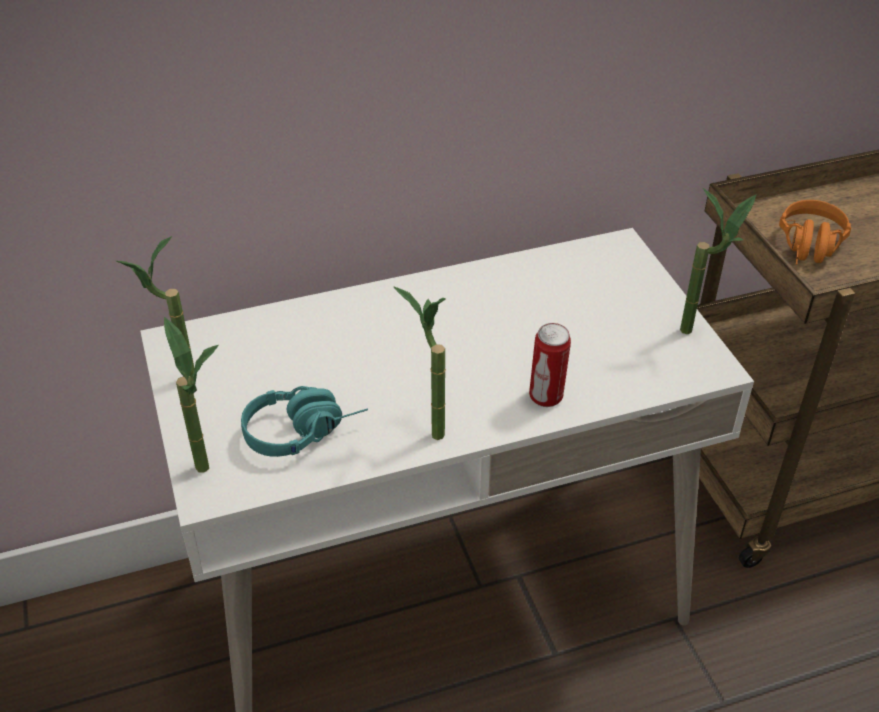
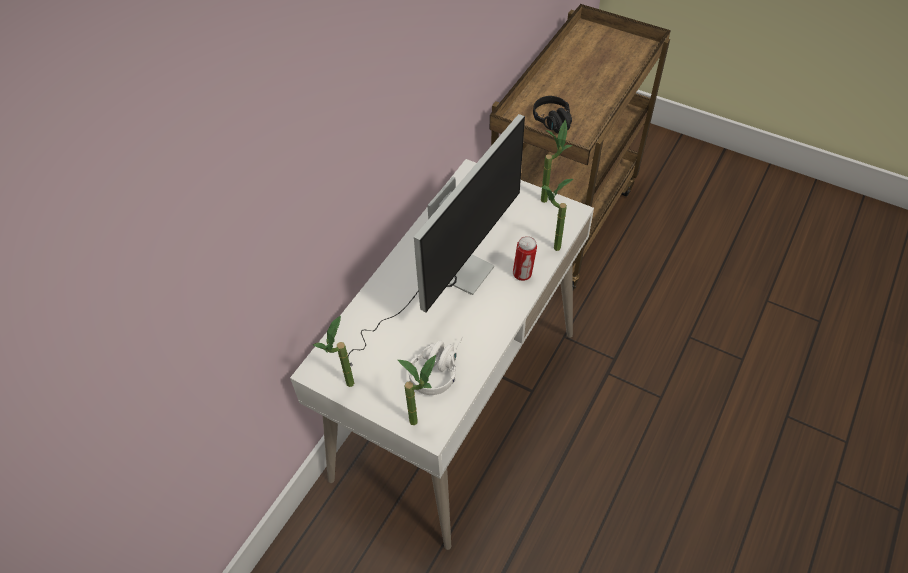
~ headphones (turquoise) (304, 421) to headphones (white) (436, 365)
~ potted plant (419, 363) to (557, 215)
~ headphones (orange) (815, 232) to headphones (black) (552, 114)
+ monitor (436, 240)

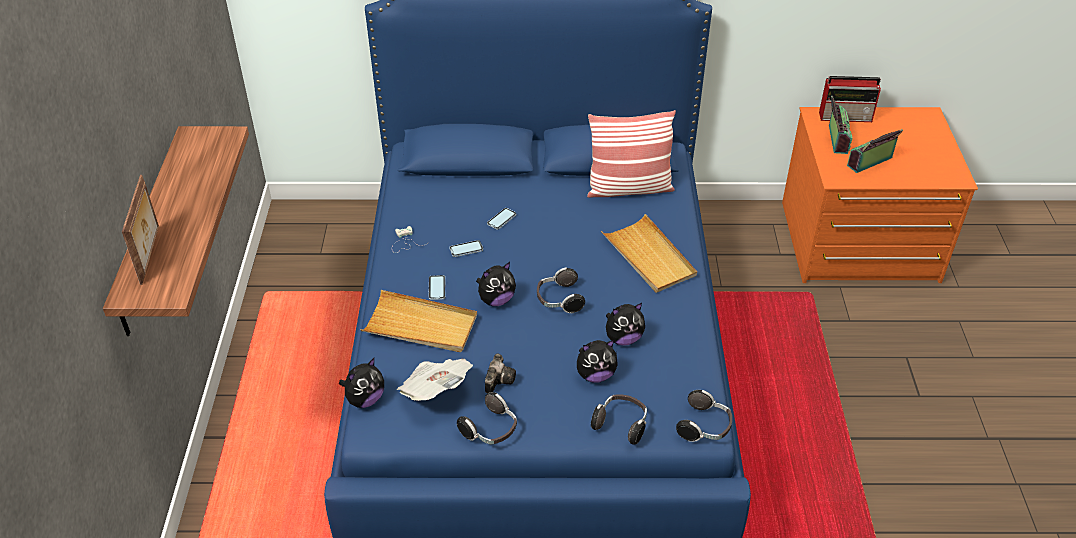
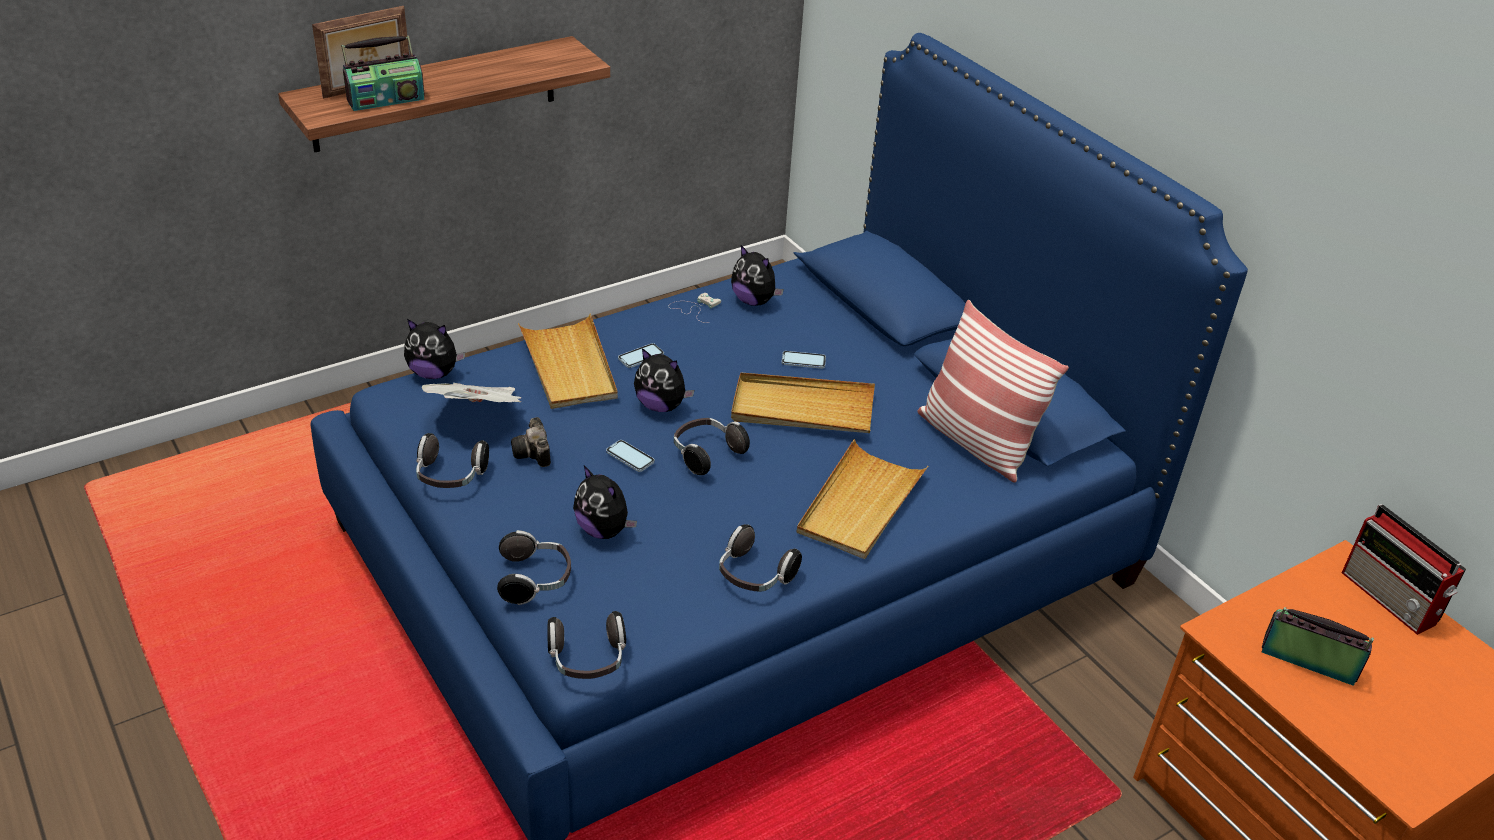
~ phone (466, 248) to (630, 456)
~ photo camera (500, 373) = (531, 442) 90 degrees clockwise
~ plush toy (625, 324) to (757, 275)
~ radio (840, 125) to (383, 73)
+ headphones (760, 558)
+ tray (beige) (803, 402)

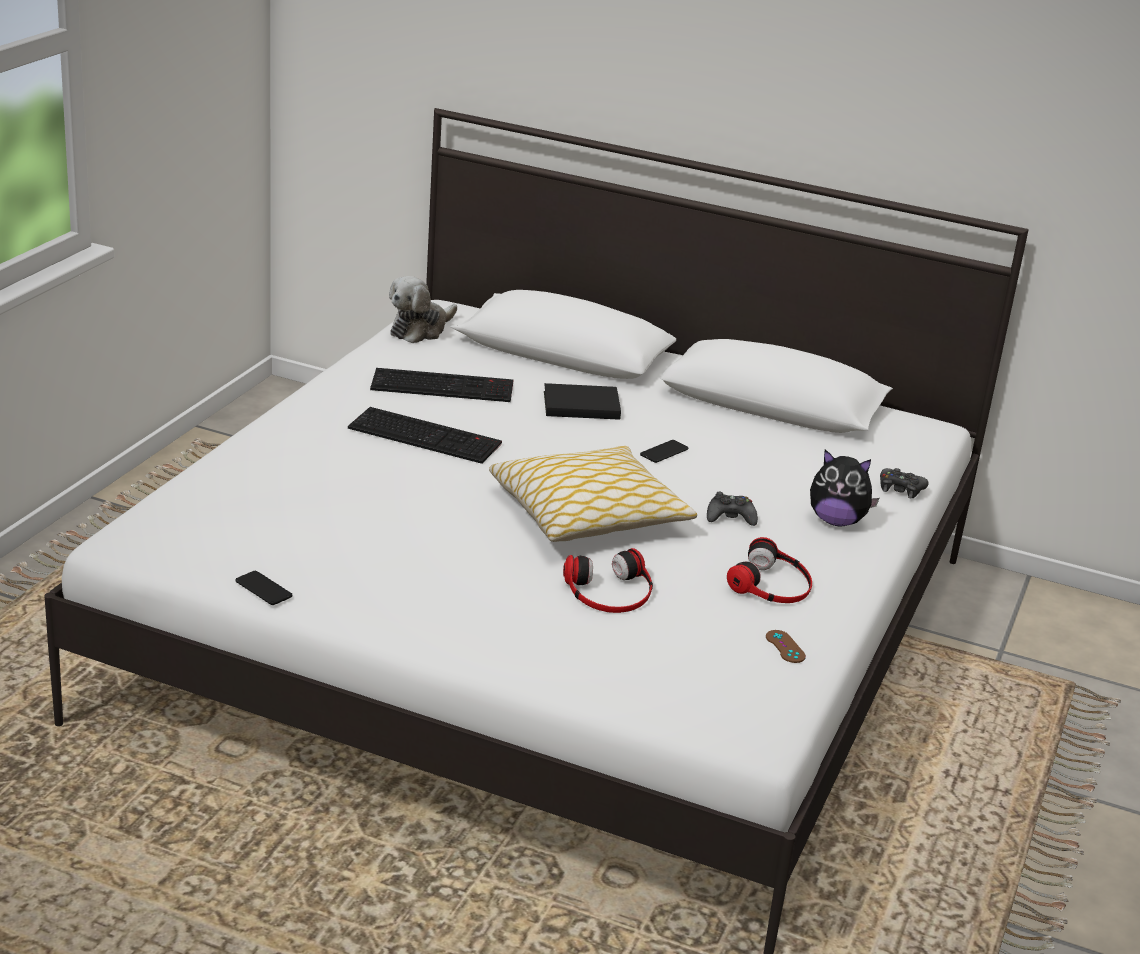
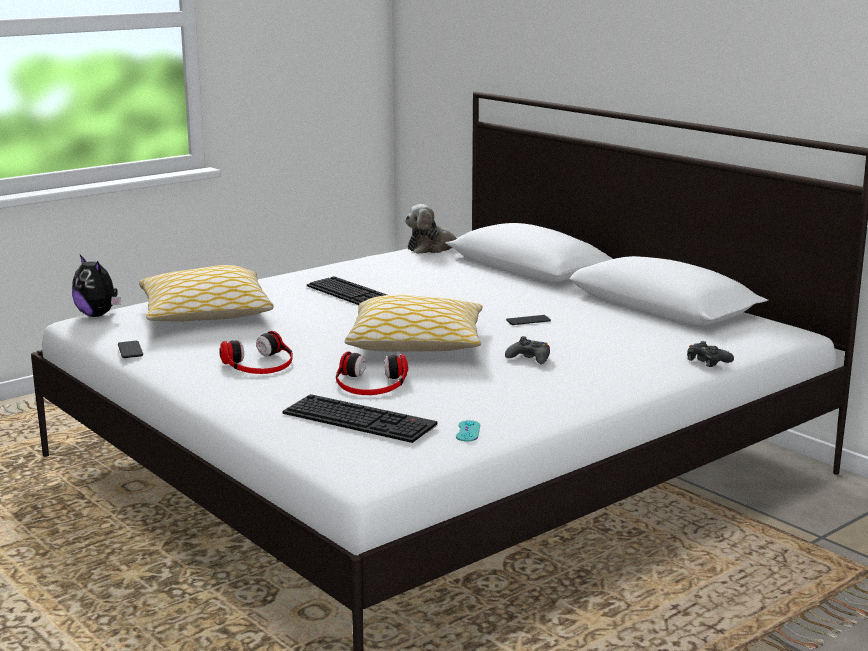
~ keyboard (441, 385) to (360, 418)
- book (black) (582, 401)
~ headphones (769, 570) to (256, 352)
~ game controller (brown) (786, 646) to game controller (turquoise) (468, 431)
~ plush toy (845, 487) to (96, 286)
+ pillow (206, 293)

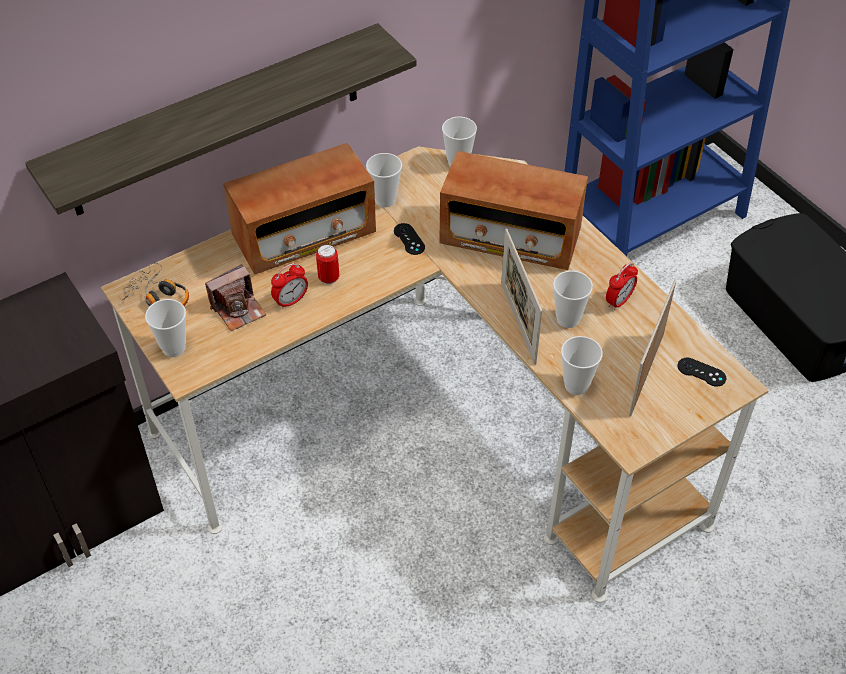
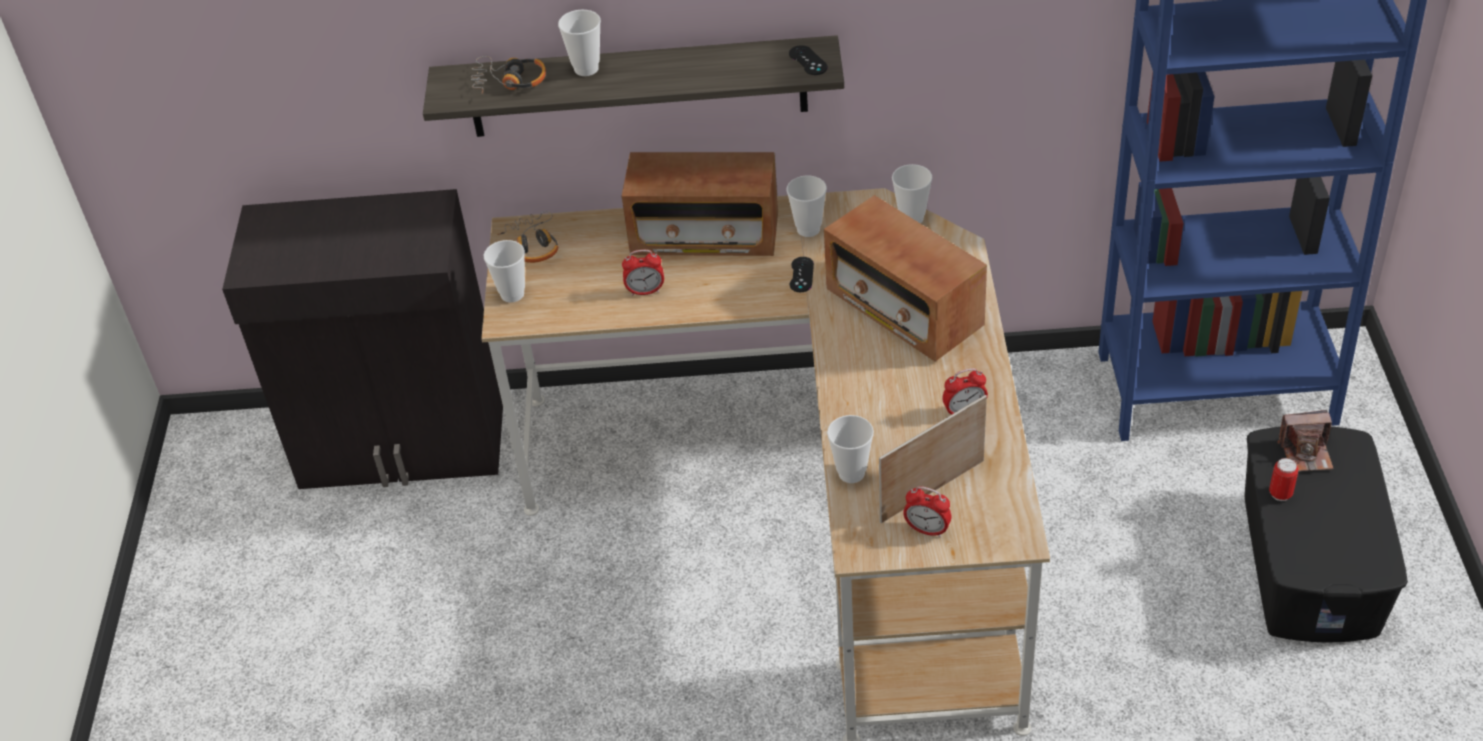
~ photo camera (235, 297) to (1306, 440)
~ can (327, 264) to (1284, 479)
- picture frame (521, 297)
~ cup (573, 299) to (579, 43)
~ game controller (black) (702, 372) to (808, 60)
+ headphones (508, 75)
+ alarm clock (927, 511)

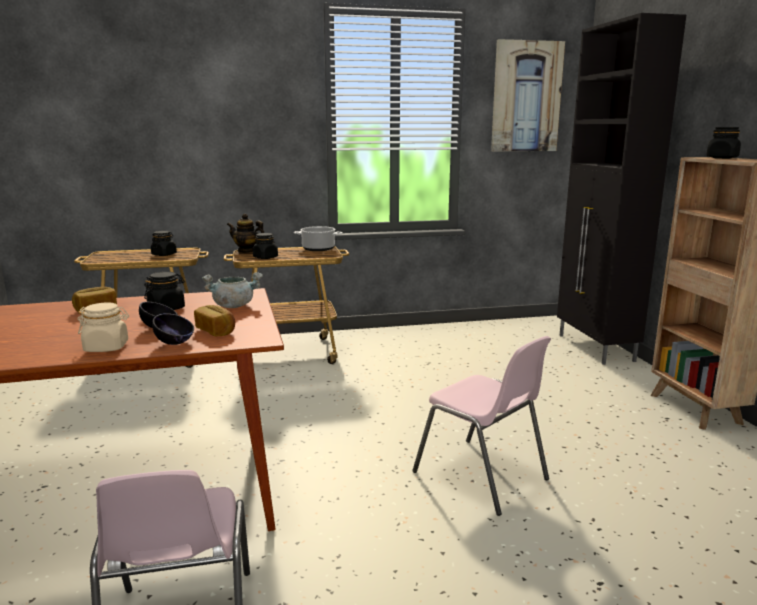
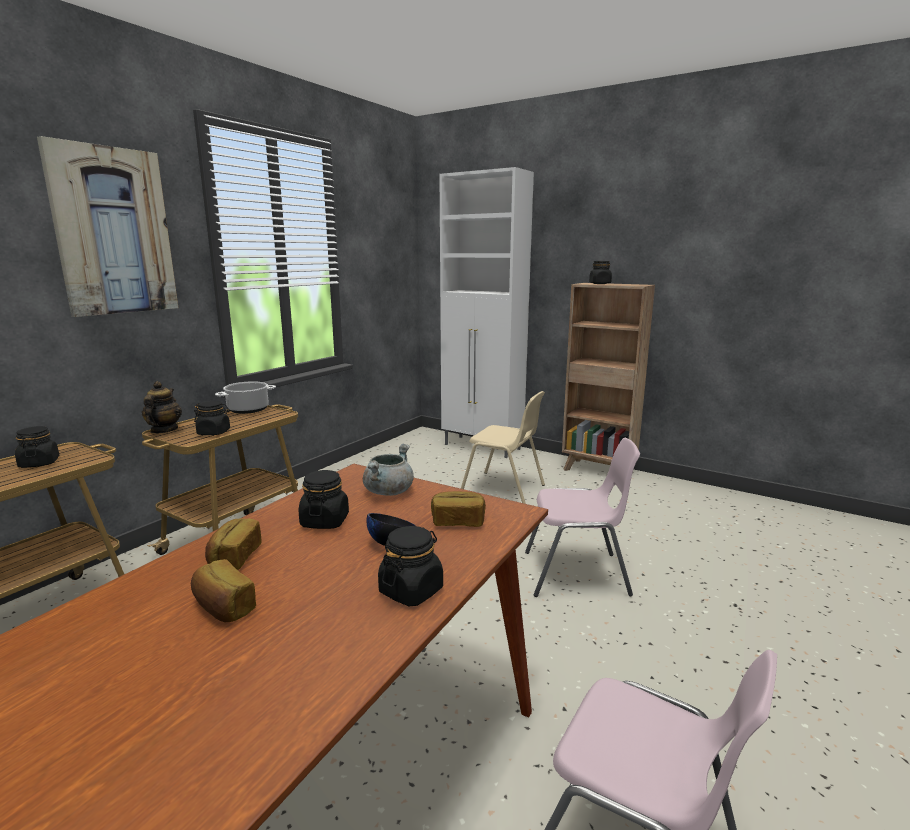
~ jar (beige) (103, 327) to jar (black) (410, 566)
- bowl (black) (173, 329)
~ teapot (245, 233) = (162, 407) 120 degrees clockwise
~ picture (528, 95) to (107, 226)
~ cabinet (black) (621, 189) to cabinet (white) (486, 312)
+ bread (223, 590)
+ chair (beige) (503, 447)

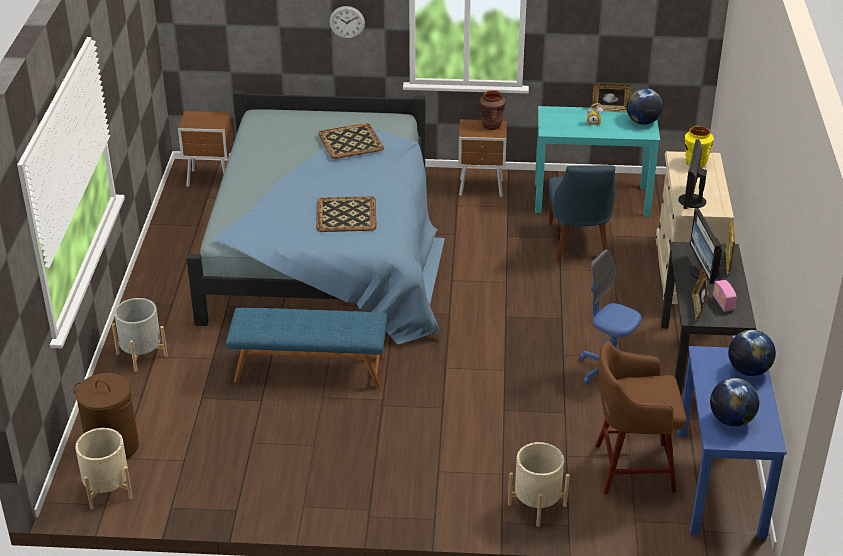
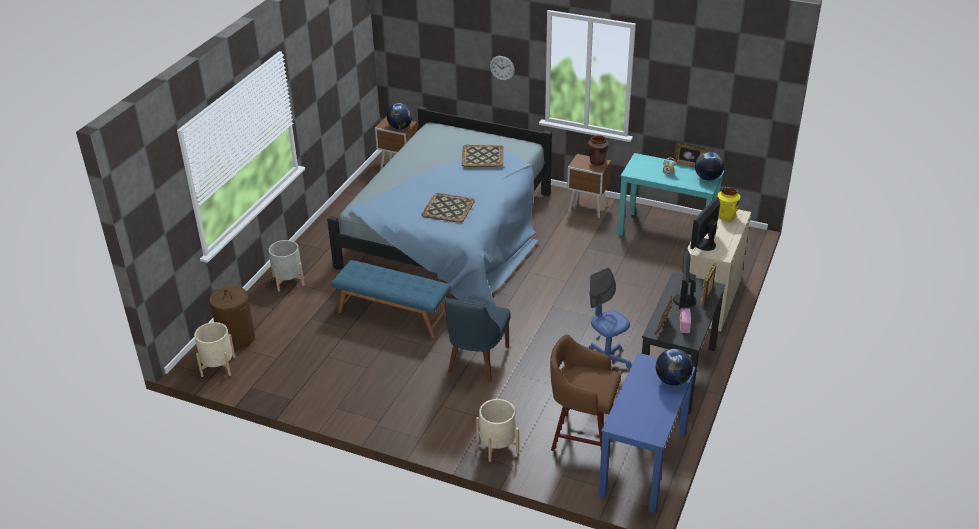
~ chair (blue) (582, 213) to (478, 340)
~ globe (734, 402) to (399, 116)

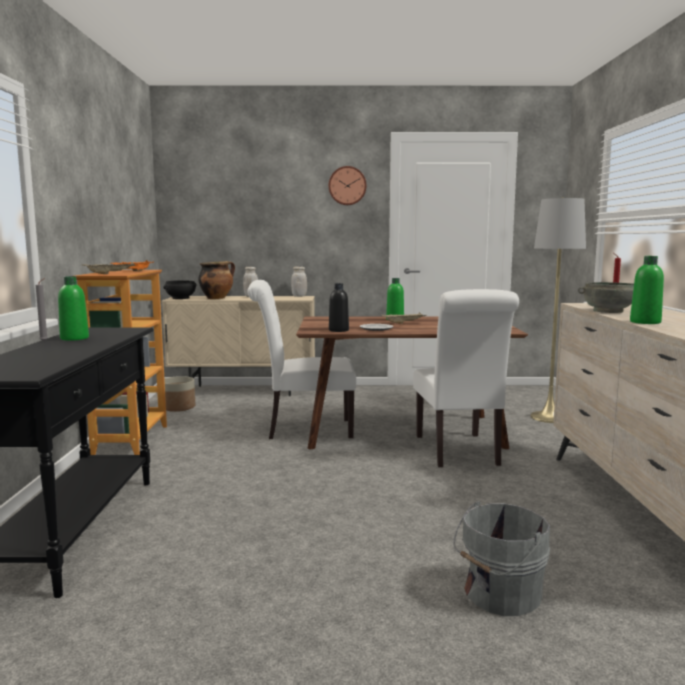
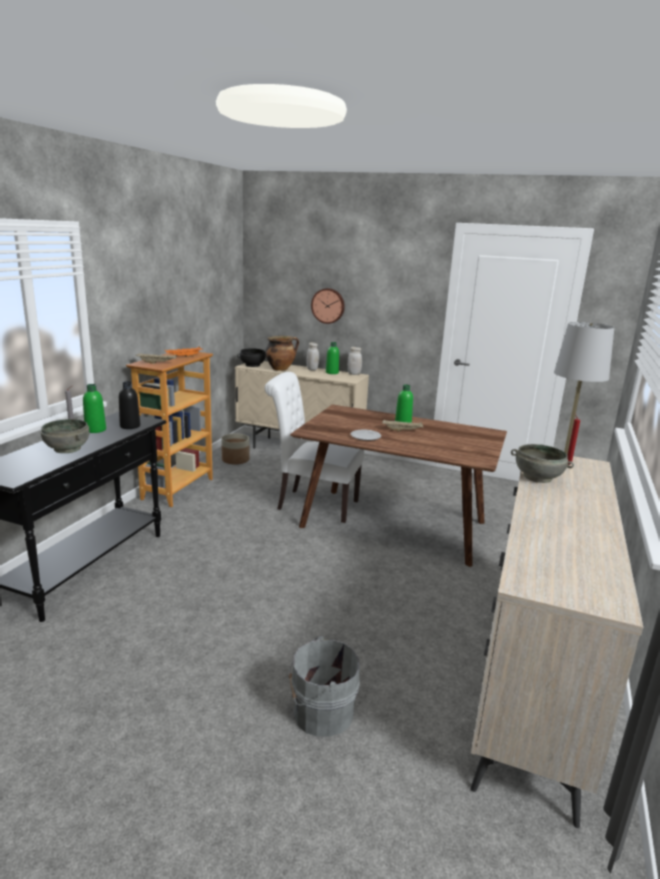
~ wall clock (348, 185) to (328, 306)
~ bottle (black) (339, 307) to (129, 405)
- chair (white) (466, 378)
~ bottle (green) (647, 290) to (332, 358)
+ bowl (grey) (65, 436)

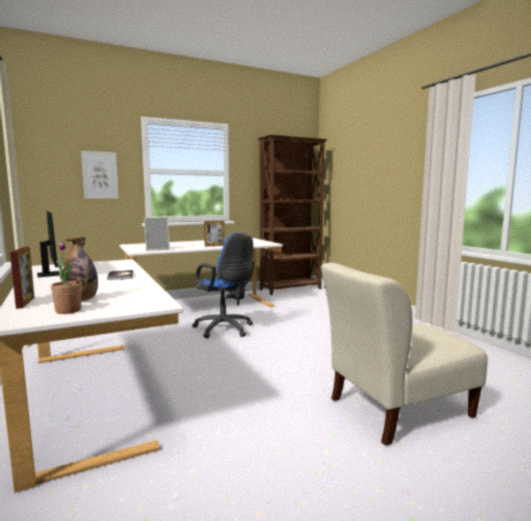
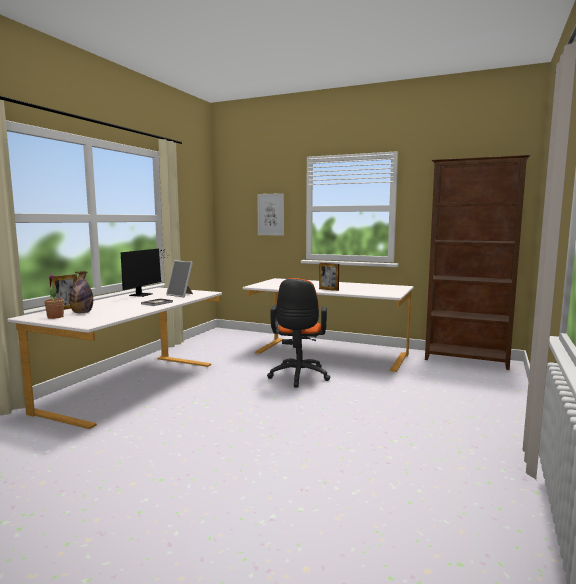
~ picture frame (157, 234) to (179, 279)
~ office chair (blue) (223, 285) to office chair (orange) (298, 333)
- chair (beige) (404, 354)

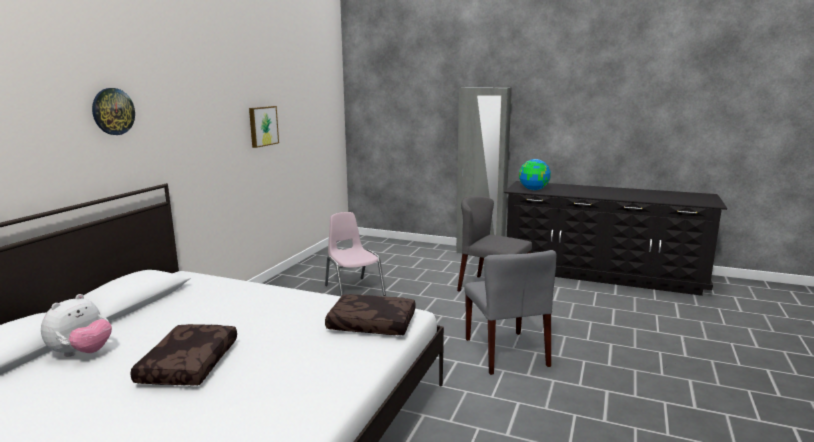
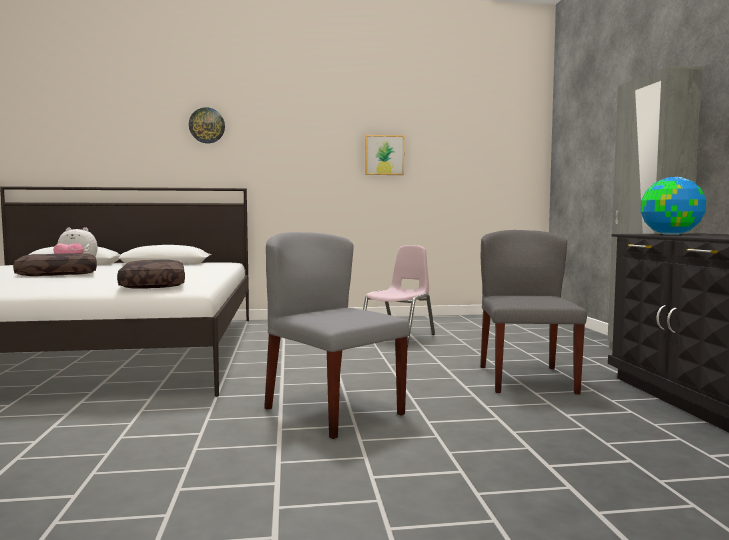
~ chair (grey) (510, 312) = (337, 335) 90 degrees clockwise

